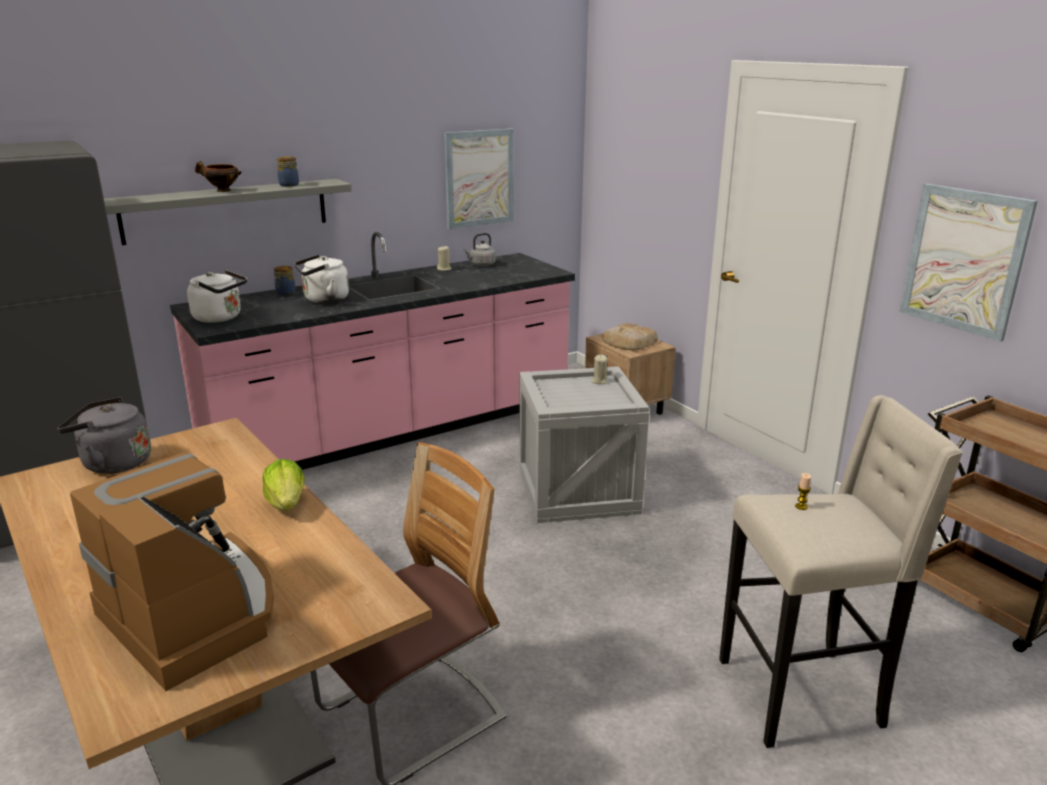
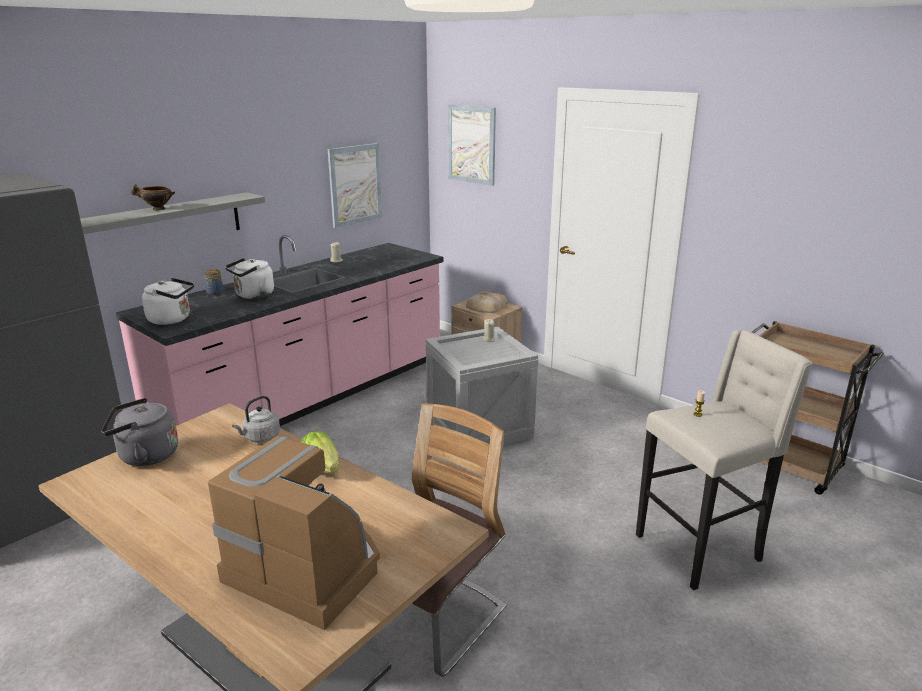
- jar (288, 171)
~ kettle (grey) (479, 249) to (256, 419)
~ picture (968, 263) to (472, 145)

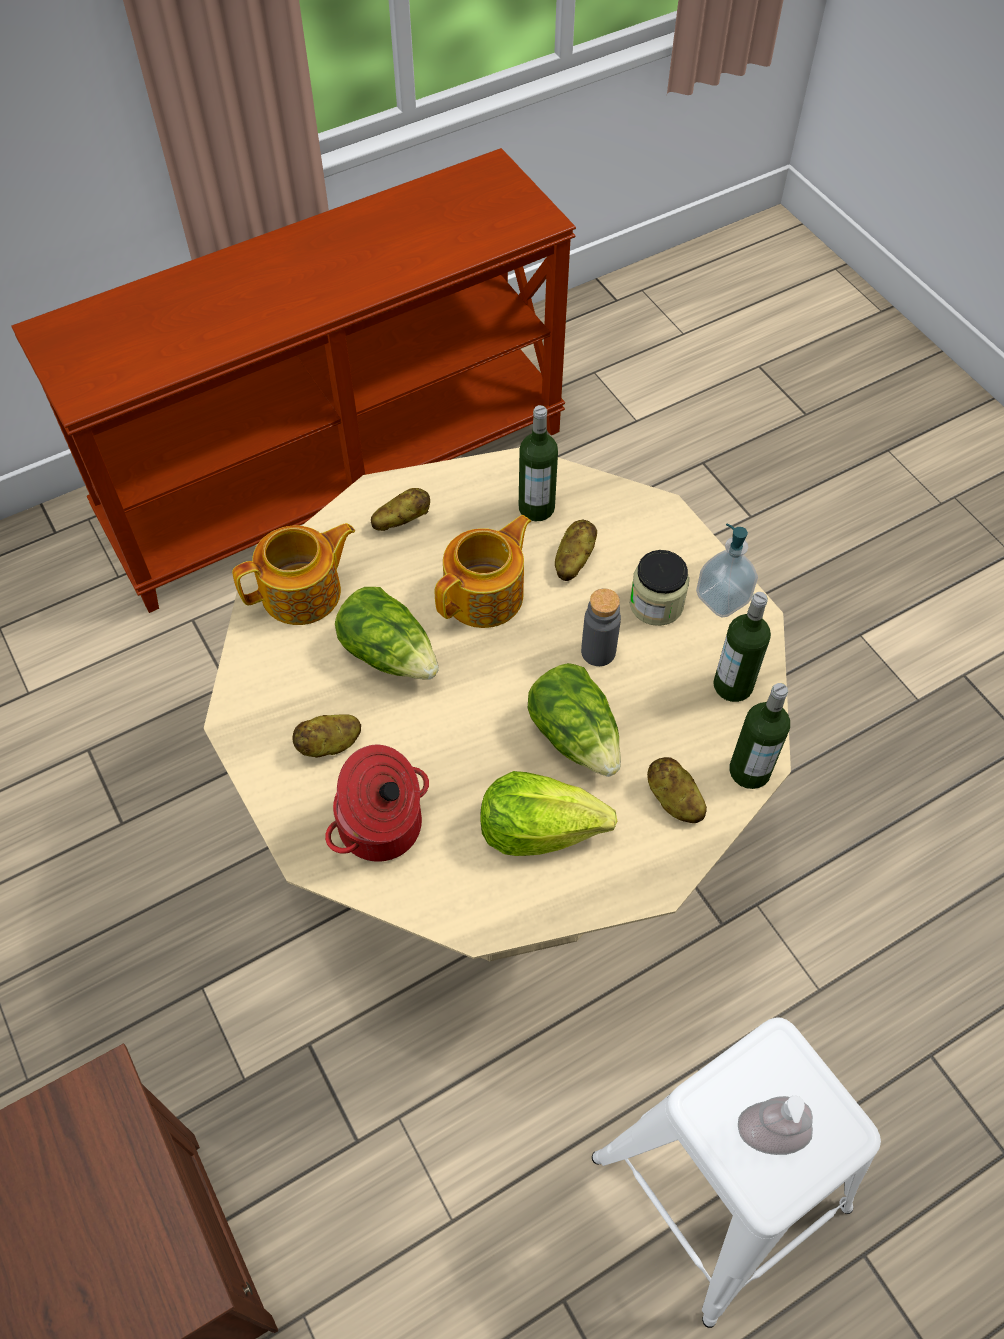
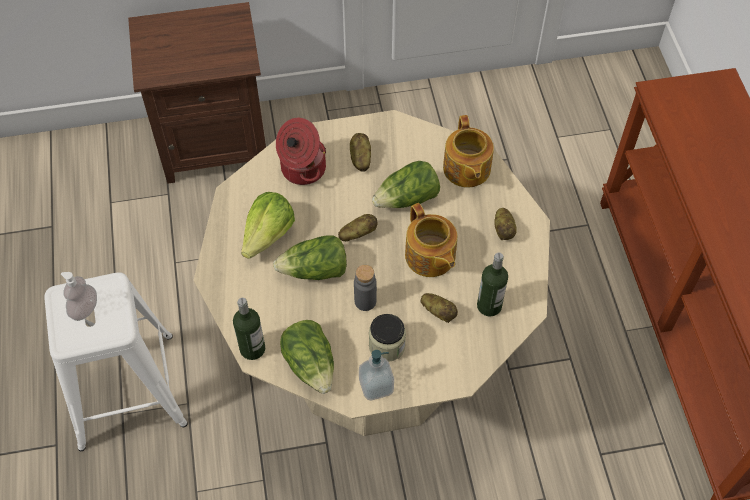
~ potato (677, 790) to (358, 227)
~ bottle (742, 647) to lettuce (307, 357)

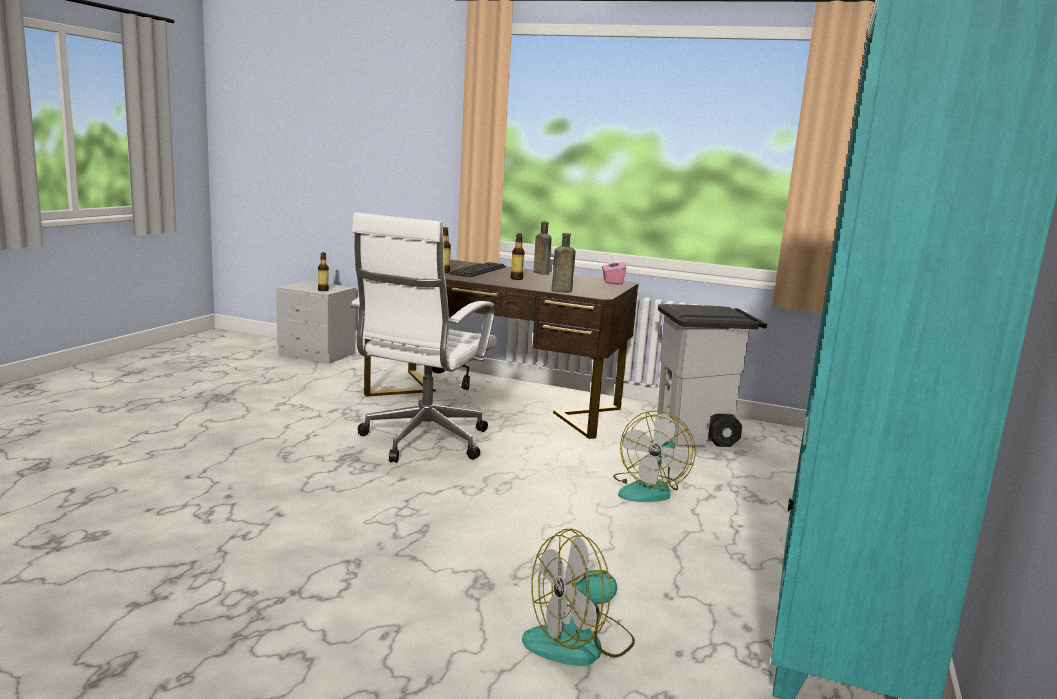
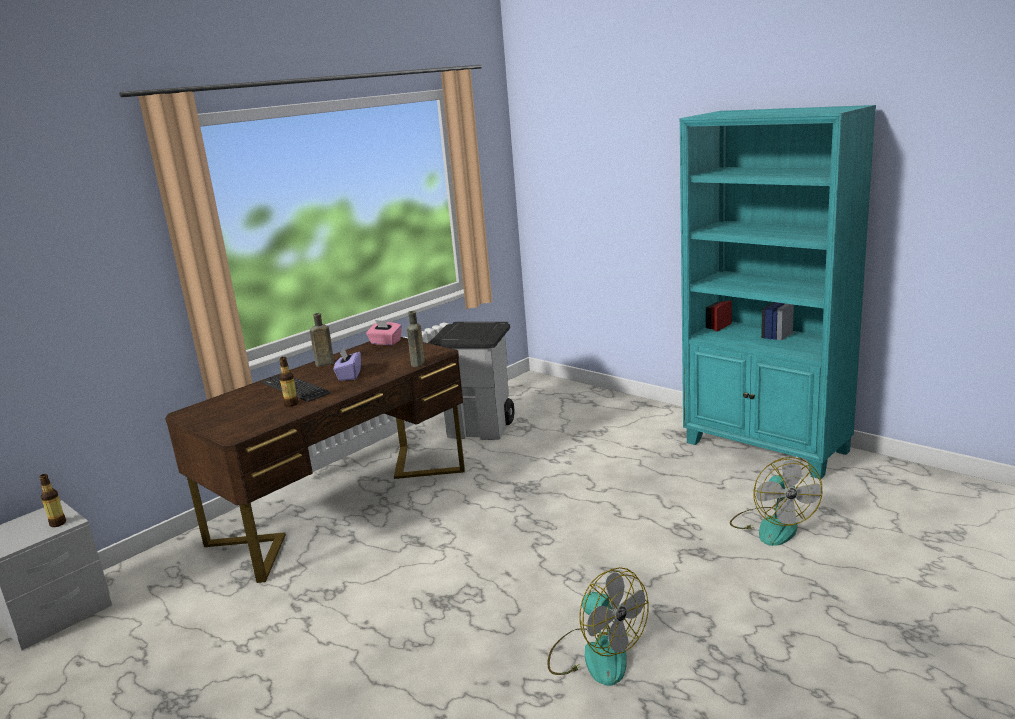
- office chair (white) (423, 337)
~ bottle (518, 256) to tissue box (purple) (347, 364)
~ fan (654, 456) to (598, 626)

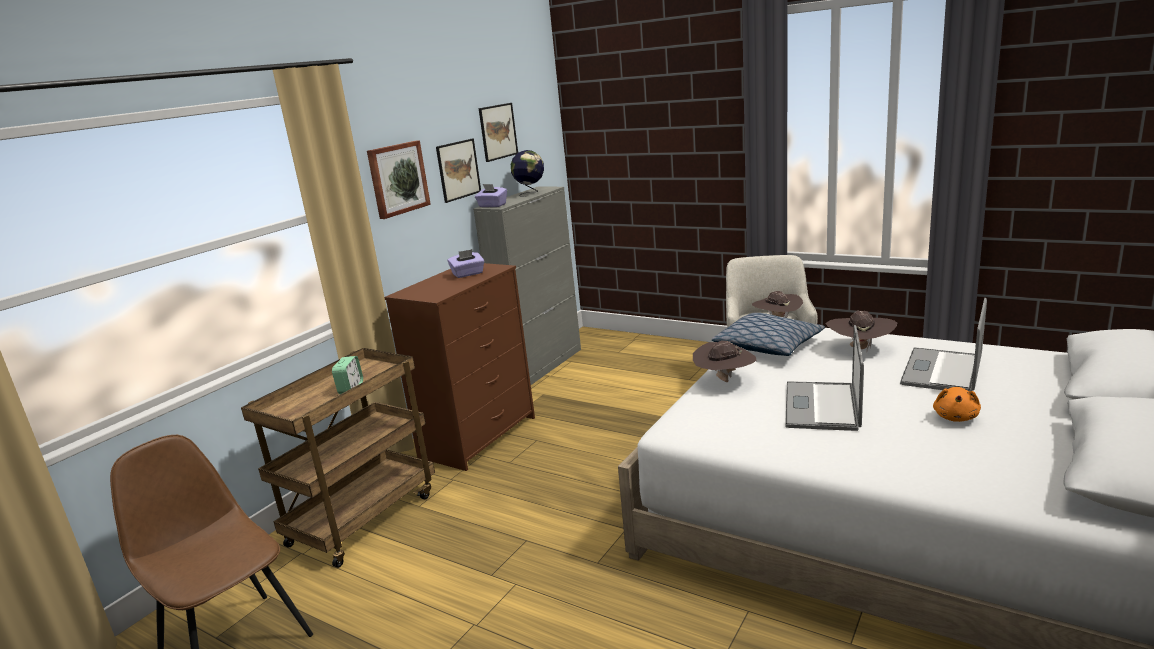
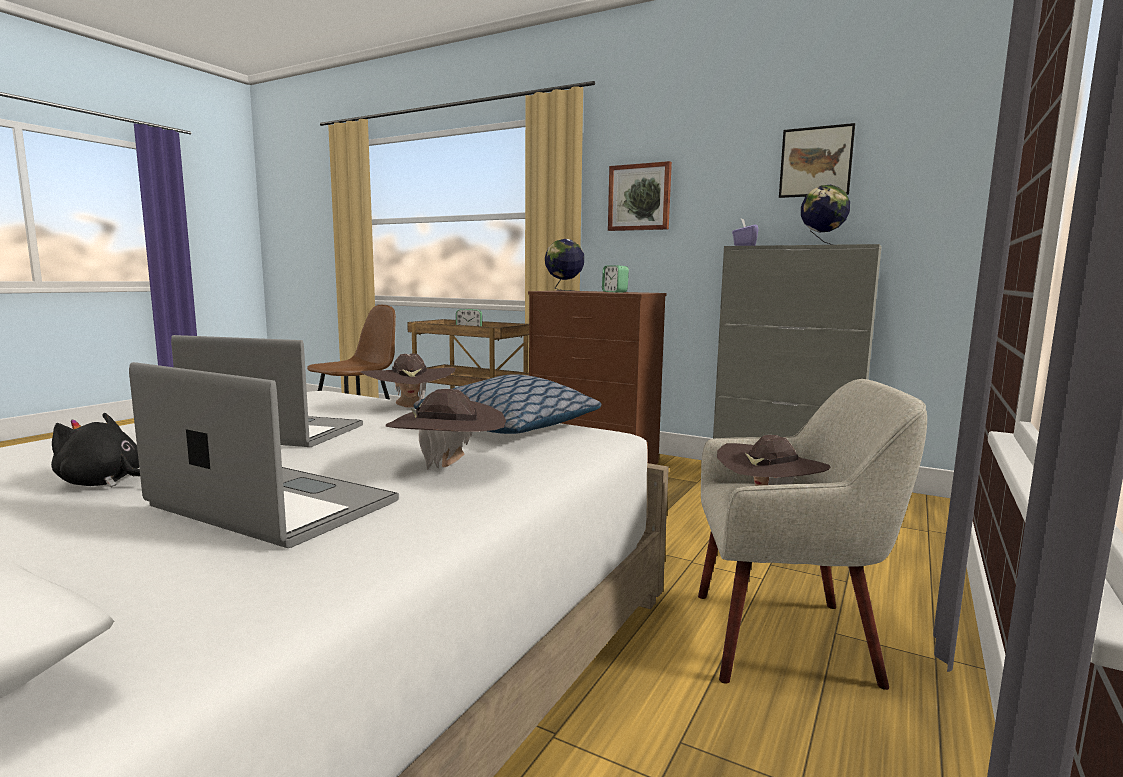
- picture (458, 171)
~ tissue box (purple) (466, 263) to alarm clock (615, 278)
~ plush toy (orange) (957, 404) to plush toy (black) (95, 450)
+ globe (564, 265)

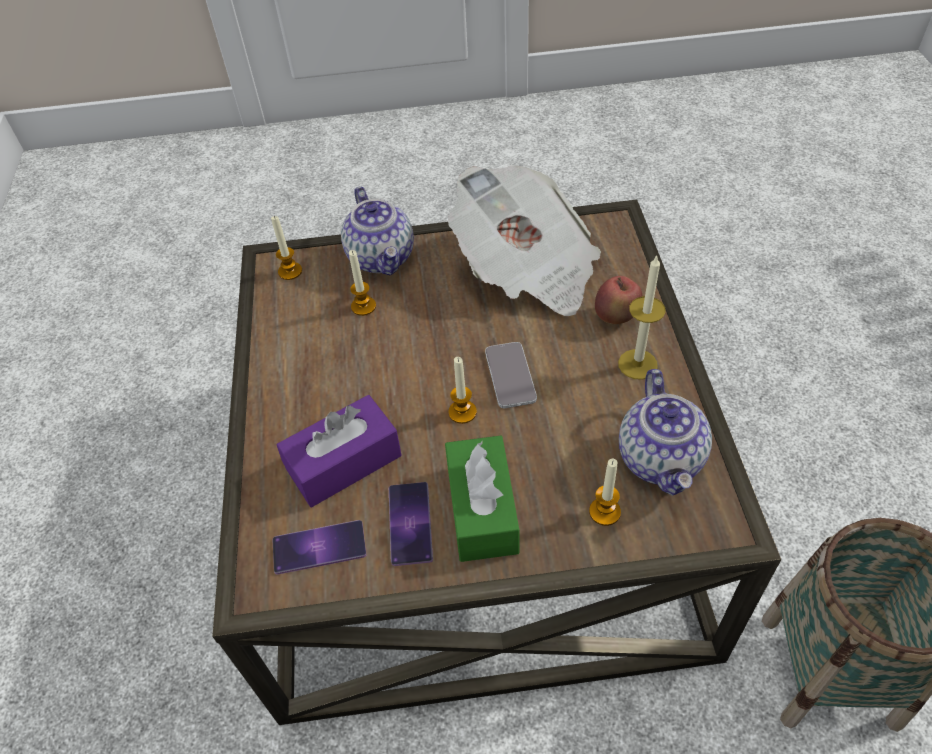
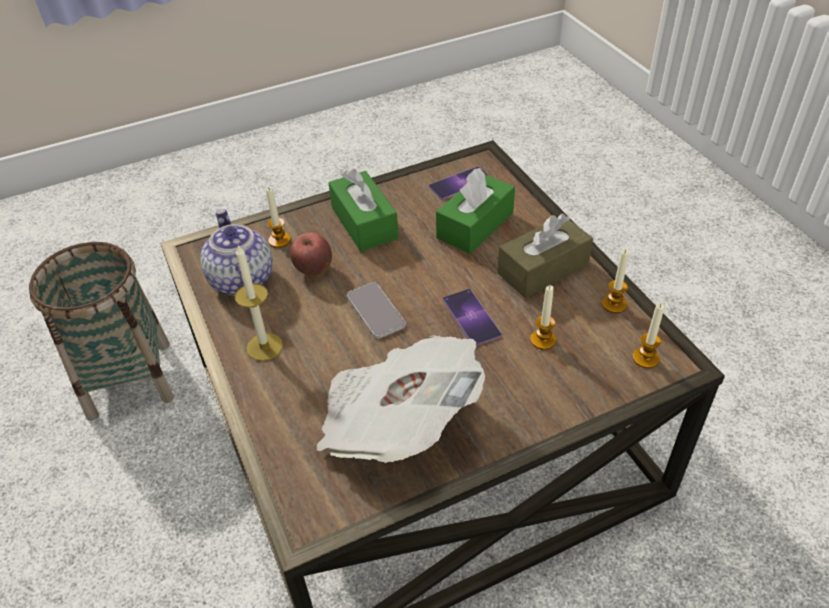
~ tissue box (purple) (339, 451) to tissue box (green) (475, 211)
- teapot (377, 231)
~ phone (411, 524) to (472, 317)
~ candle (462, 390) to (615, 281)
~ apple (619, 300) to (311, 254)
+ tissue box (brown) (545, 255)

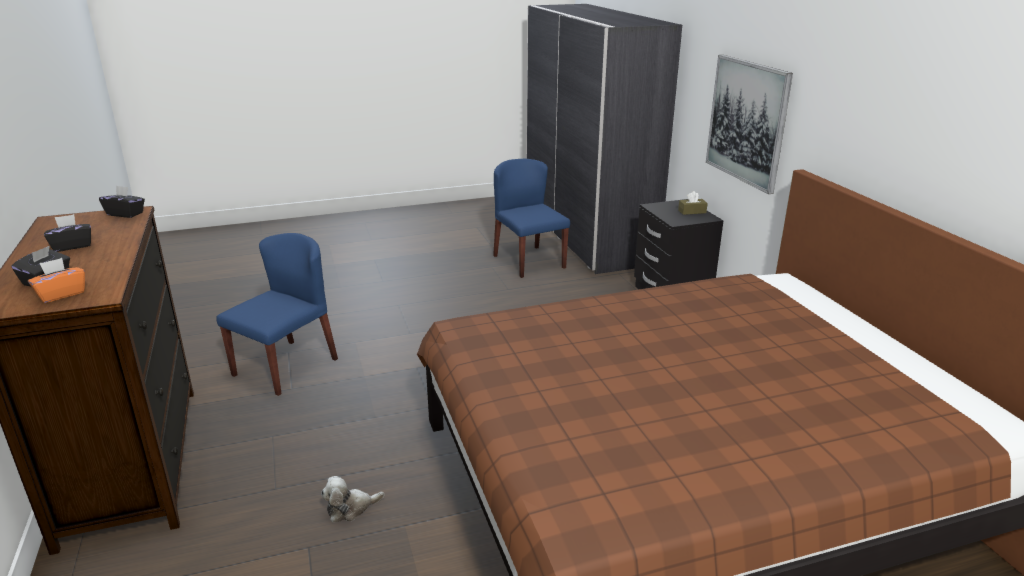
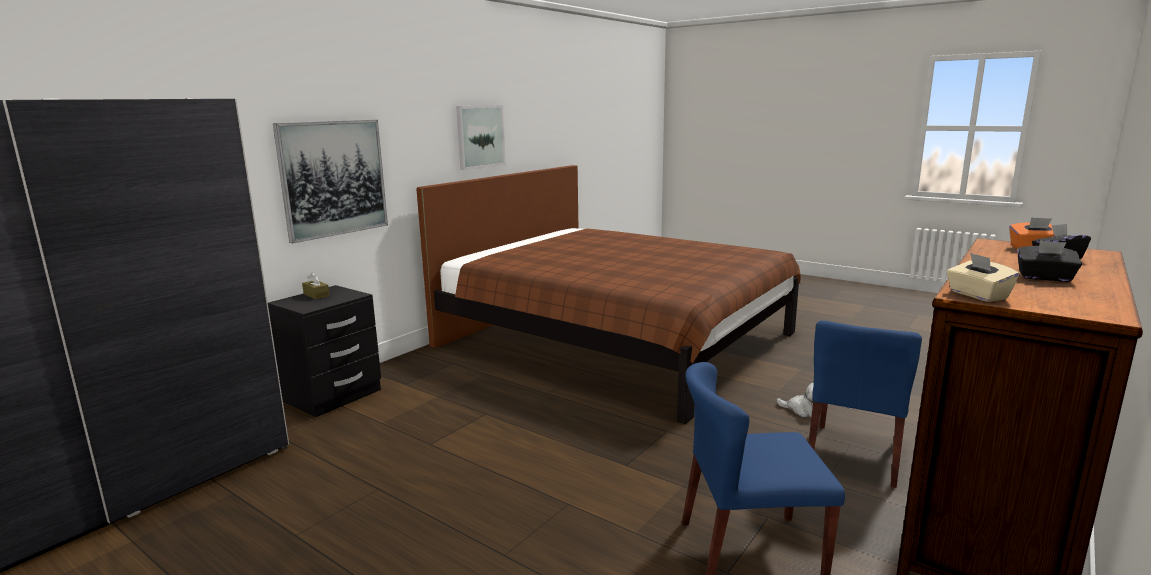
~ tissue box (black) (122, 201) to tissue box (beige) (983, 277)
~ chair (blue) (531, 218) to (865, 404)
+ picture (481, 137)

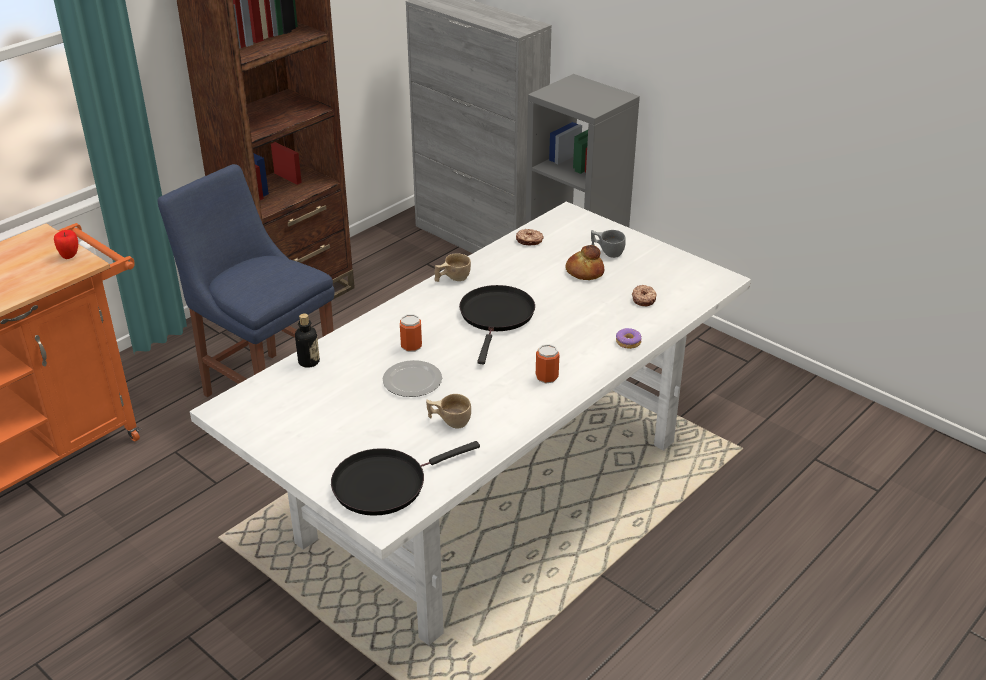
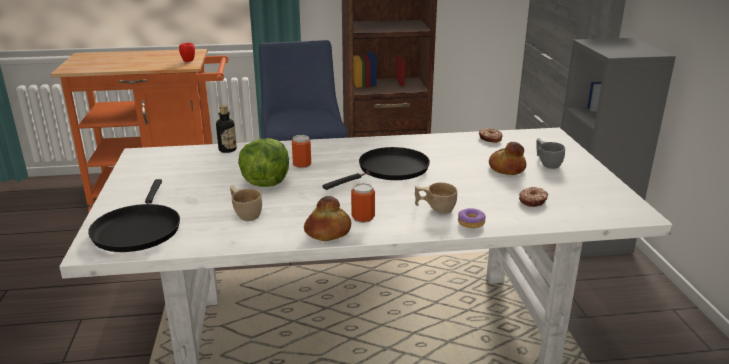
~ frying pan (black) (405, 478) = (134, 215) 105 degrees counterclockwise
~ plate (412, 378) to lettuce (263, 162)
~ cup (beige) (452, 268) to (436, 198)
+ bread (327, 218)

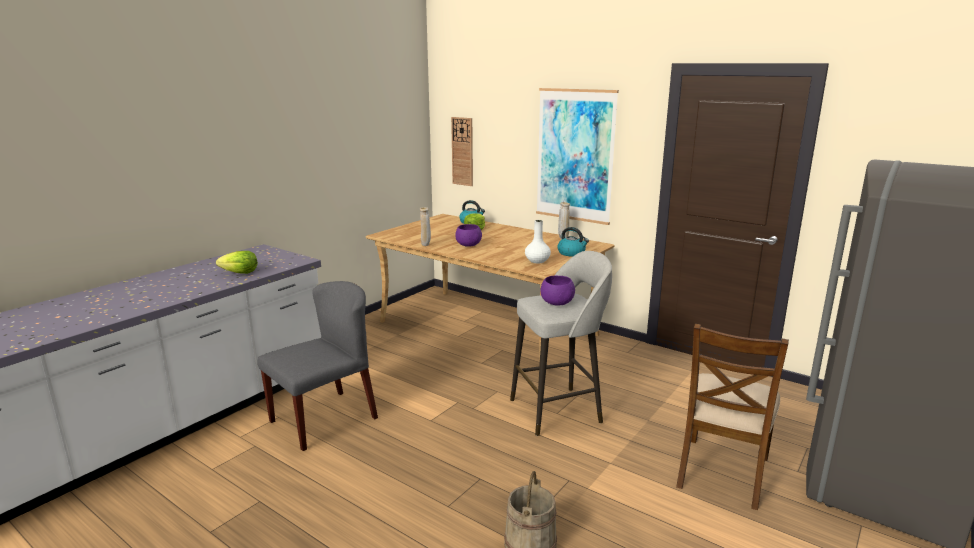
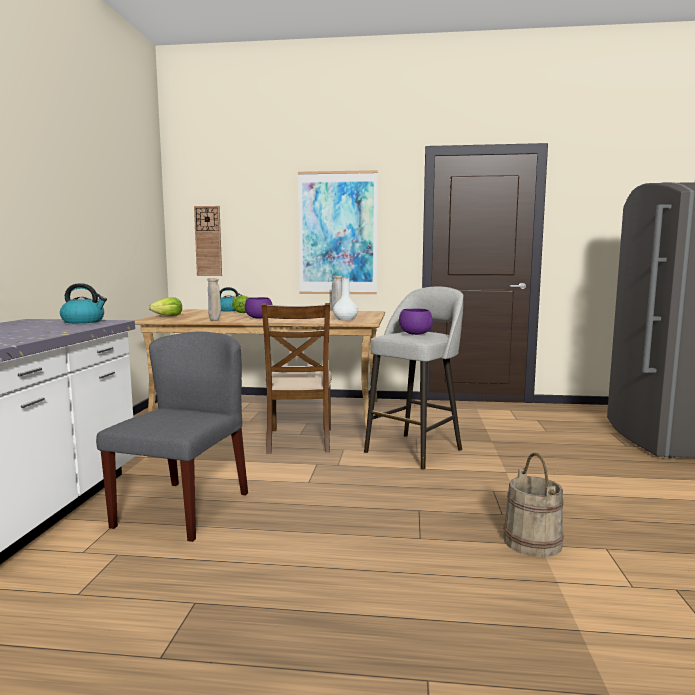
~ lettuce (237, 262) to (165, 306)
~ kettle (573, 242) to (83, 303)
~ chair (brown) (732, 417) to (297, 378)

